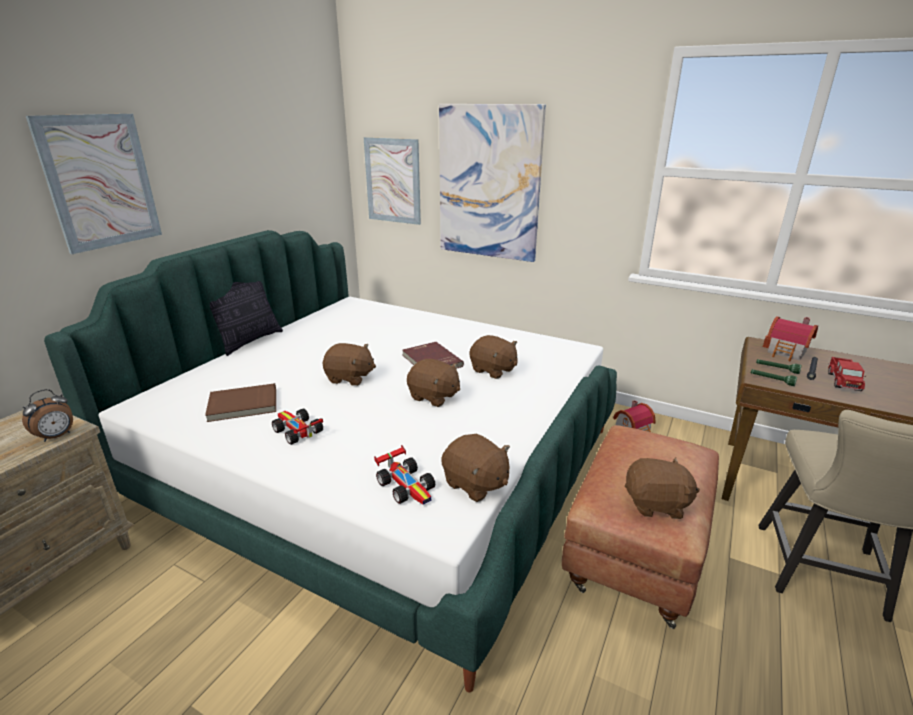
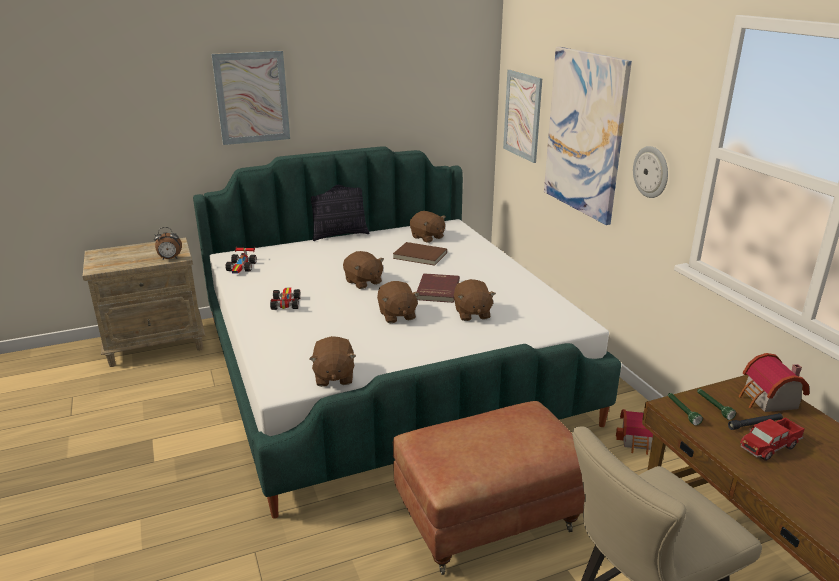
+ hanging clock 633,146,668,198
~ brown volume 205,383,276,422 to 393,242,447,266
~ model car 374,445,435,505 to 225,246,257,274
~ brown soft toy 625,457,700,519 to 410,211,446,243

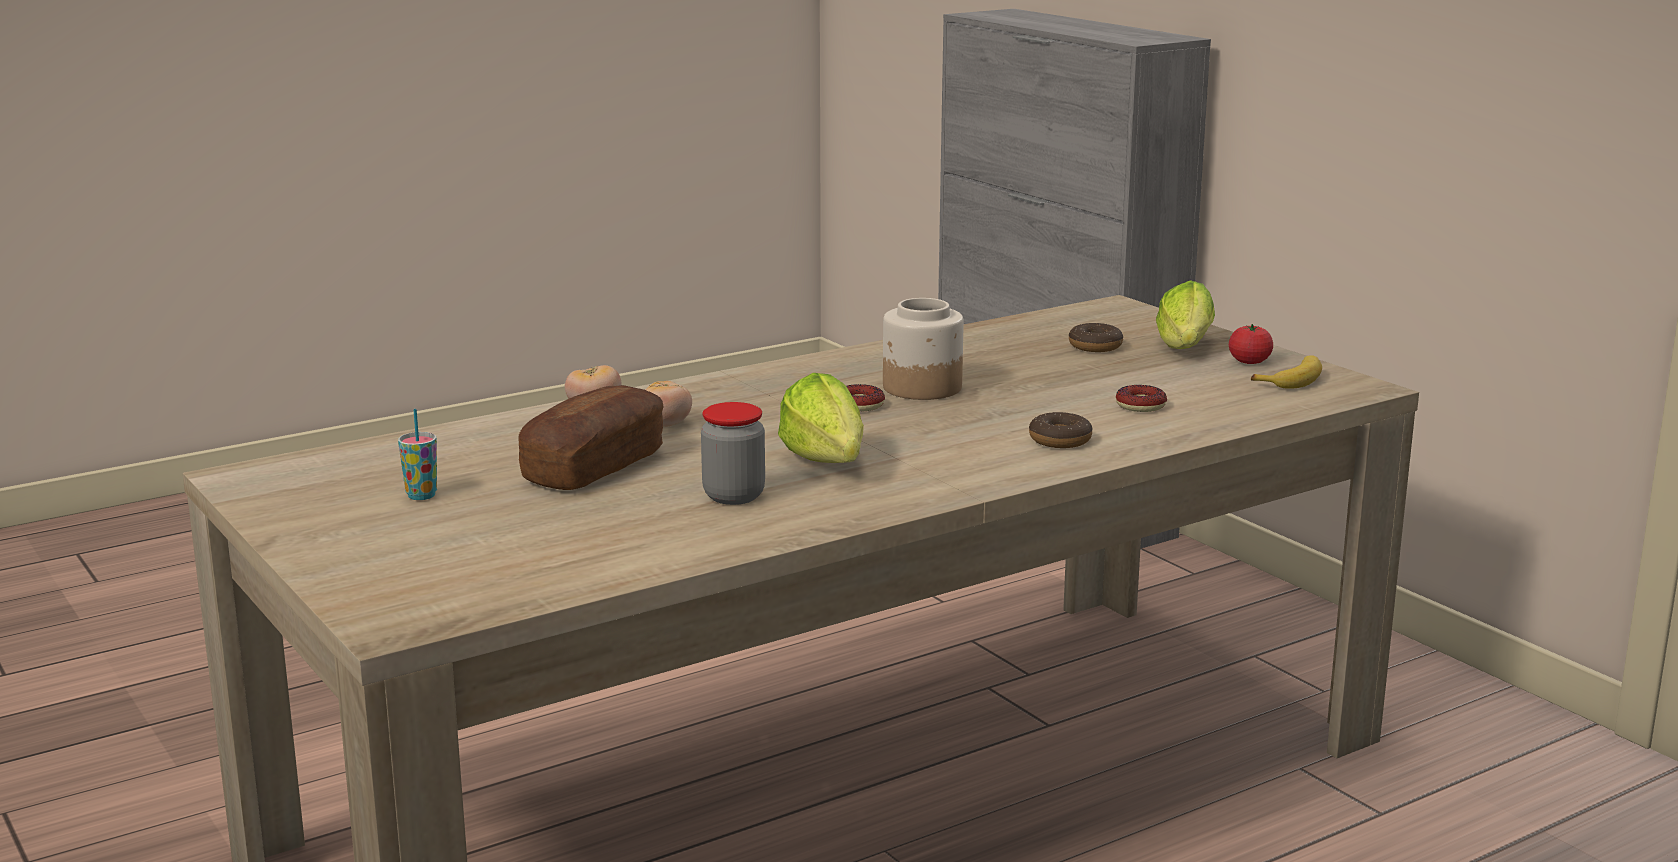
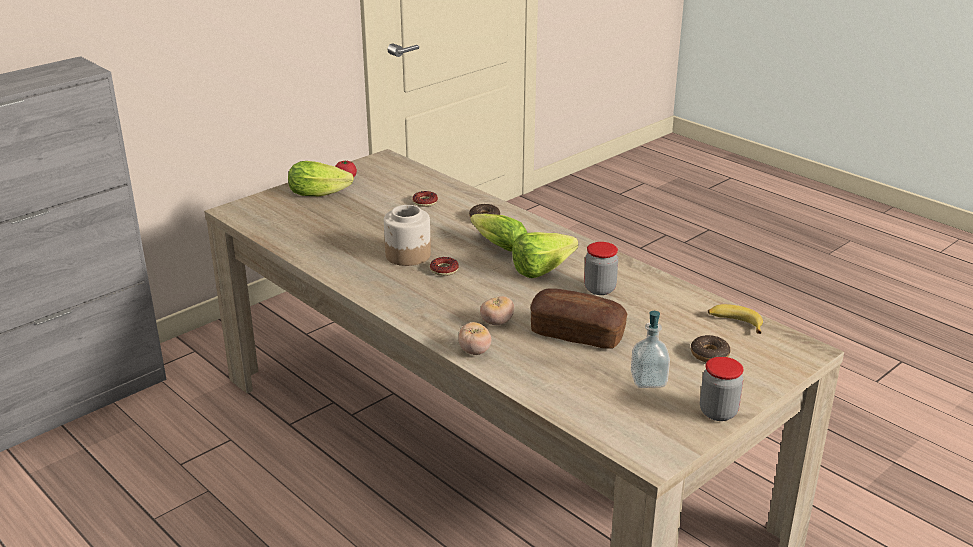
+ head of lettuce 470,214,527,251
+ preserve jar 700,357,743,421
~ donut 1069,323,1123,352 to 691,335,730,362
~ whole banana 1251,355,1322,389 to 708,304,763,334
~ cup 398,409,437,500 to soap bottle 631,311,670,388

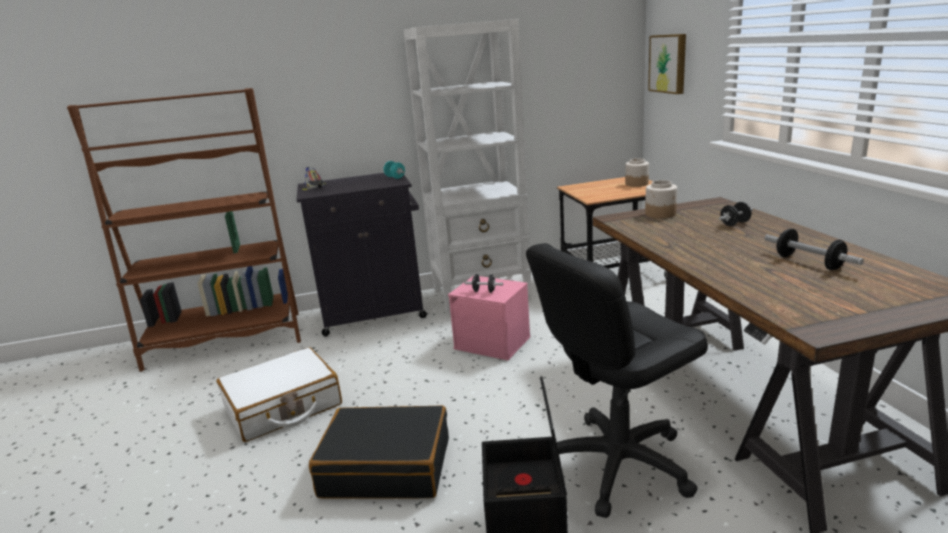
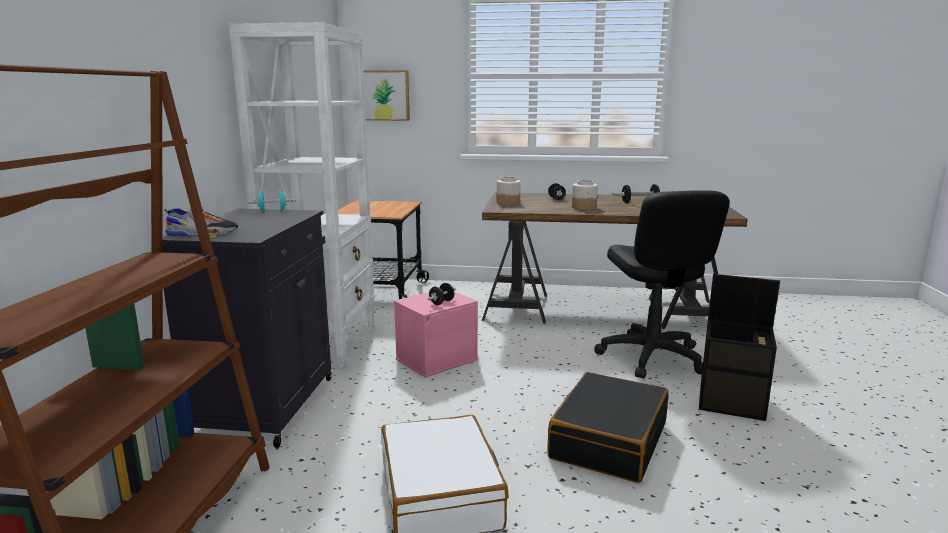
~ preserve jar 625,158,649,187 to 572,180,598,210

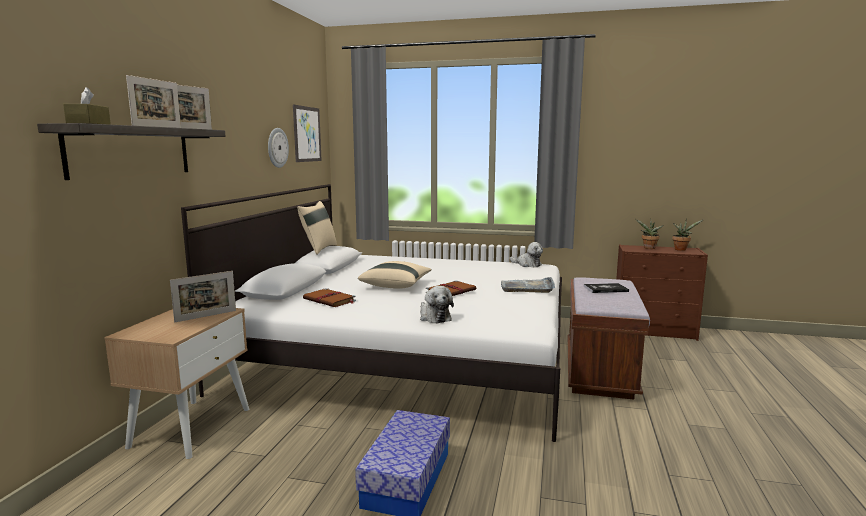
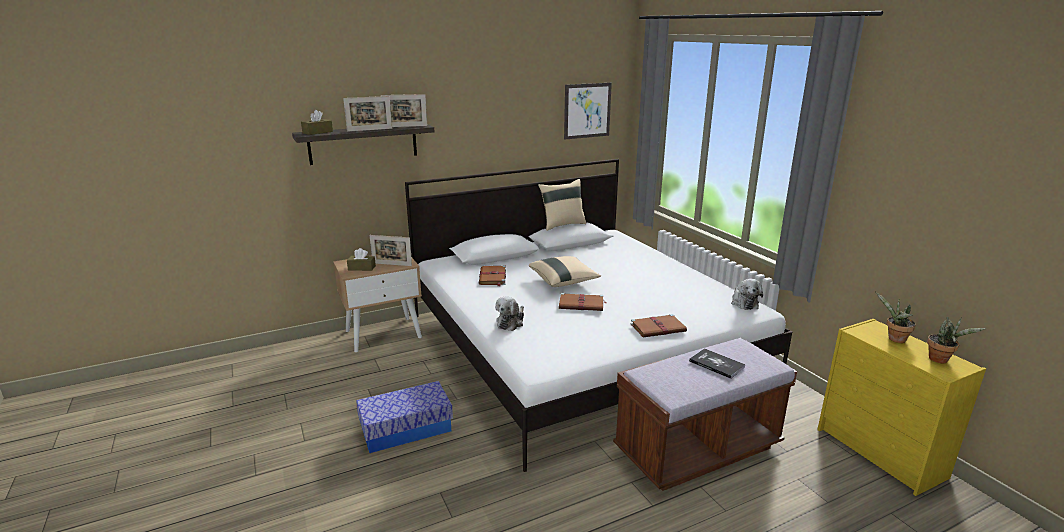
- hanging clock 268,128,289,168
+ brown box of tissues 347,248,376,271
~ gray carrying tray 501,277,555,293 to brown volume 631,314,687,337
~ brown drawer chest 616,245,708,341 to yellowish drawer chest 817,319,986,496

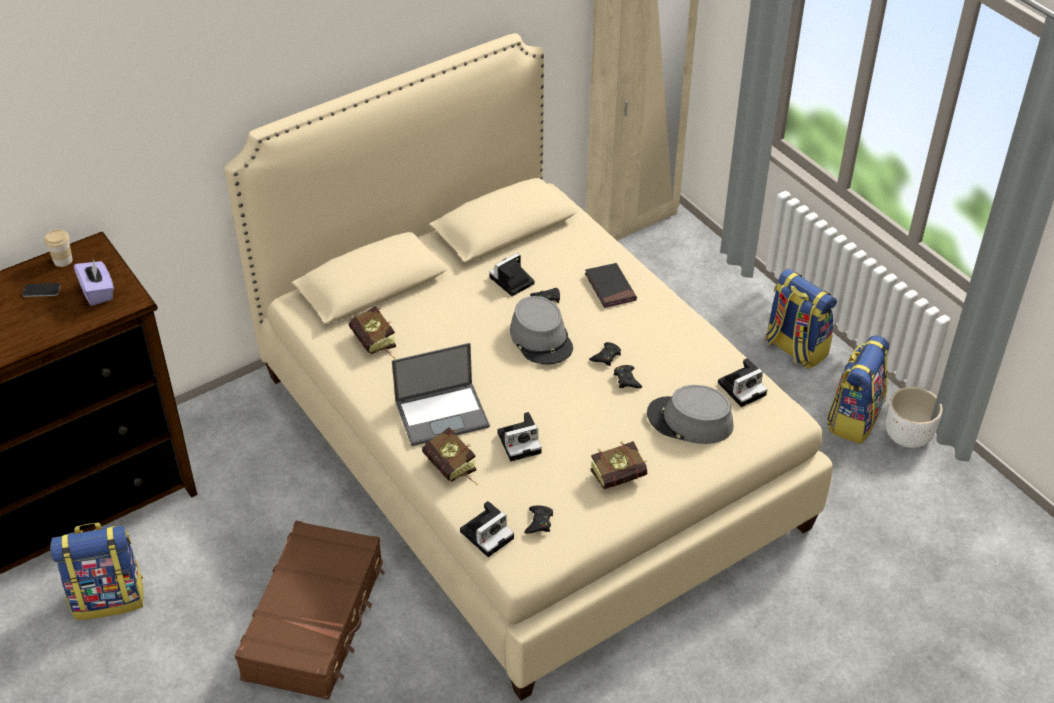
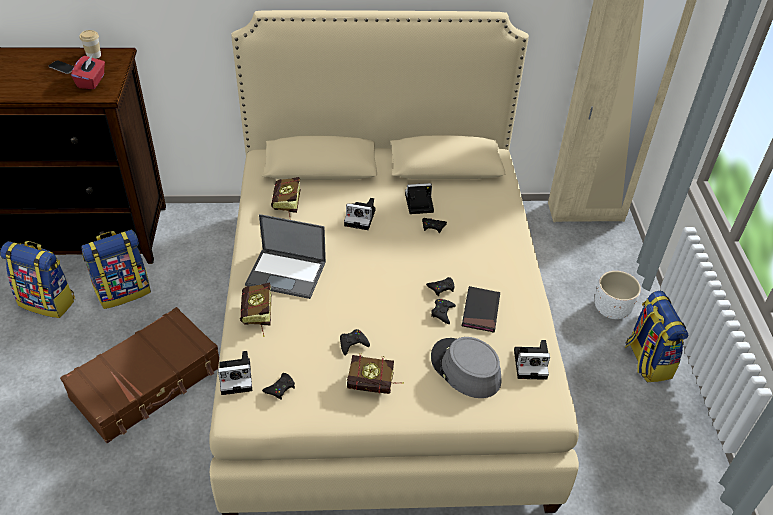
- gray hat 510,296,573,364
+ blackish gamepad 340,329,370,356
~ still camera 497,412,542,461 to 344,198,375,230
~ blackish volume 585,263,637,308 to 462,286,500,332
~ backpack 827,335,889,444 to 81,229,151,309
~ white plant pot 886,387,942,448 to 595,271,641,319
~ purple box of tissues 74,259,114,306 to red-coloured box of tissues 71,55,105,89

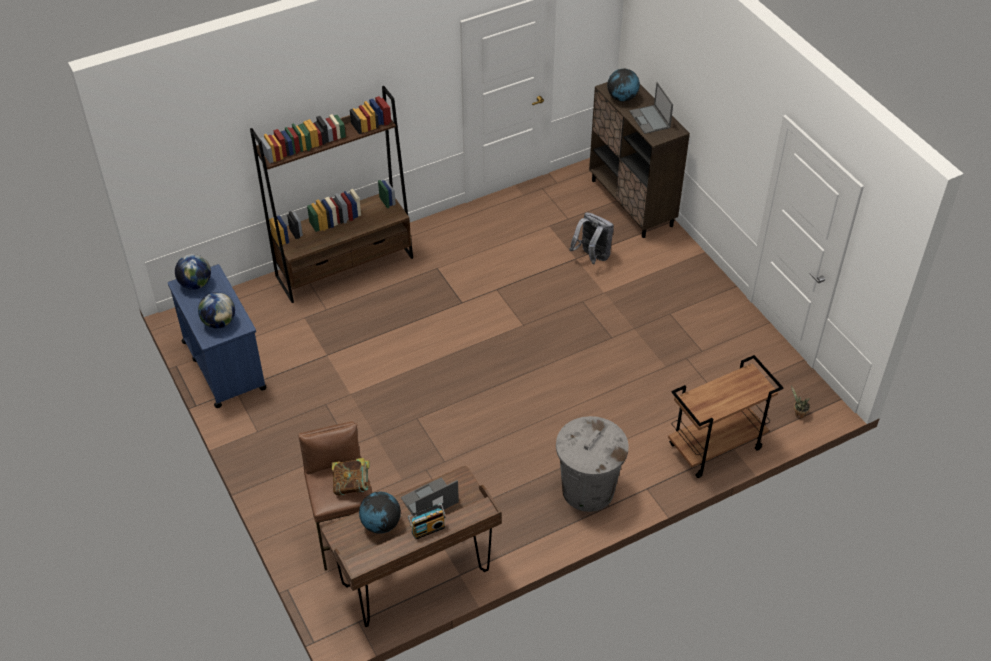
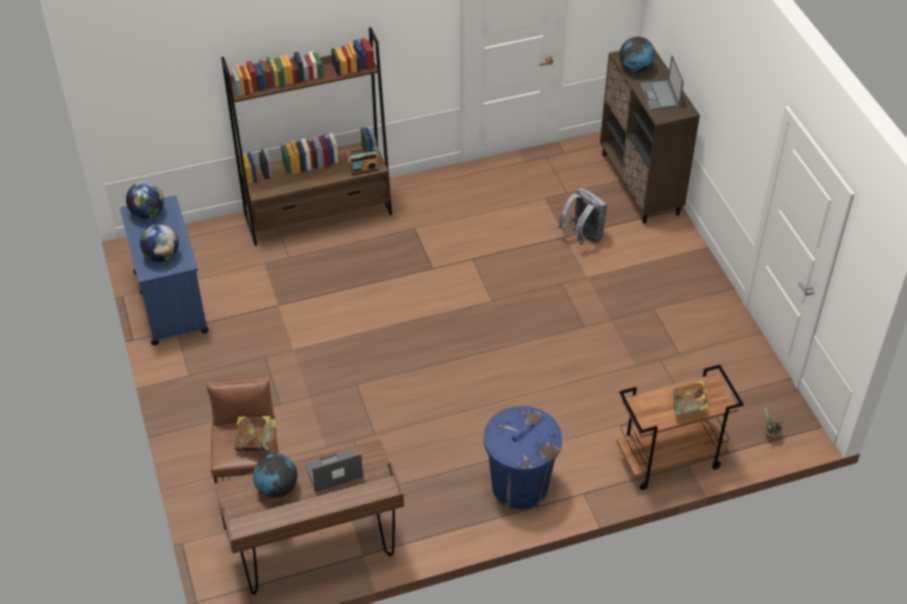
+ volume 673,380,709,415
~ radio set 408,503,445,540 to 347,147,379,175
~ gray rubbish bin 556,416,629,512 to blue rubbish bin 483,406,562,509

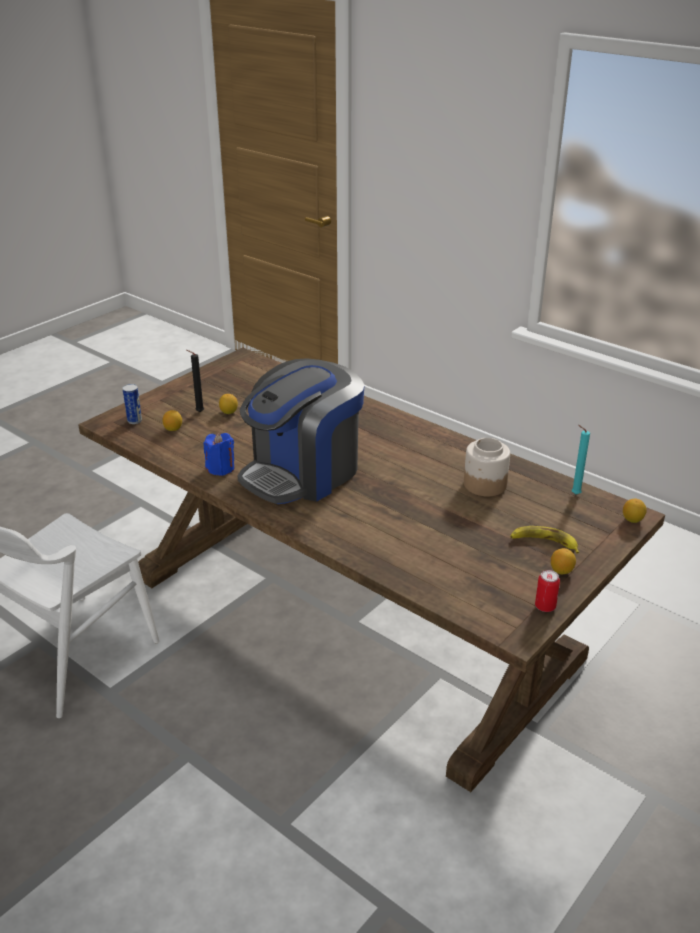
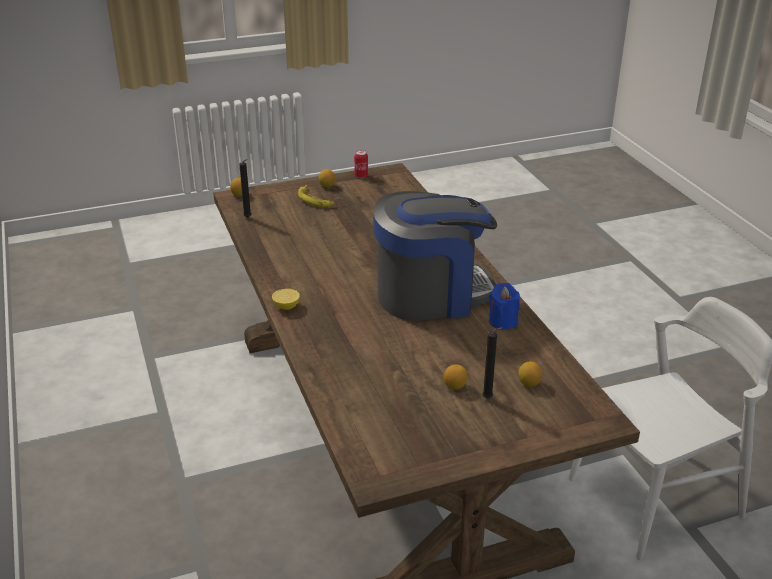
- can 122,384,142,424
- preserve jar 464,438,510,496
+ whole lemon 272,289,300,310
~ turquoise-coloured candle 572,425,590,494 to blackish candle 239,159,251,218

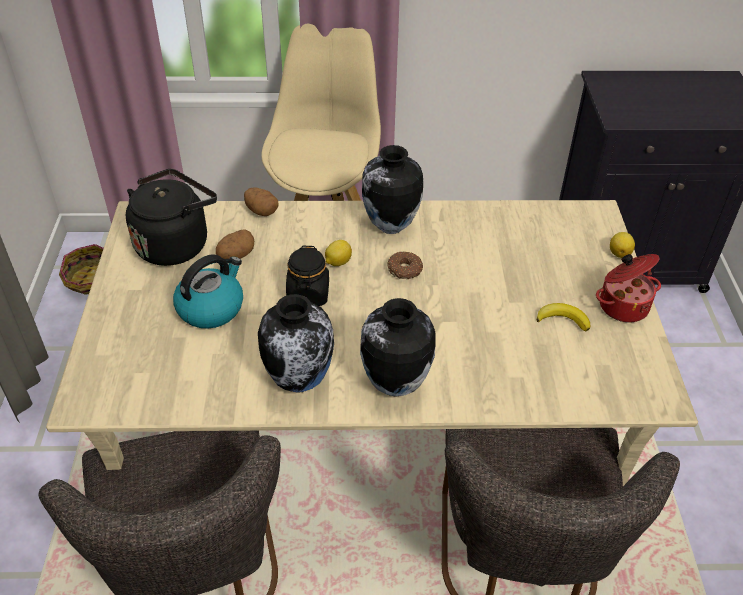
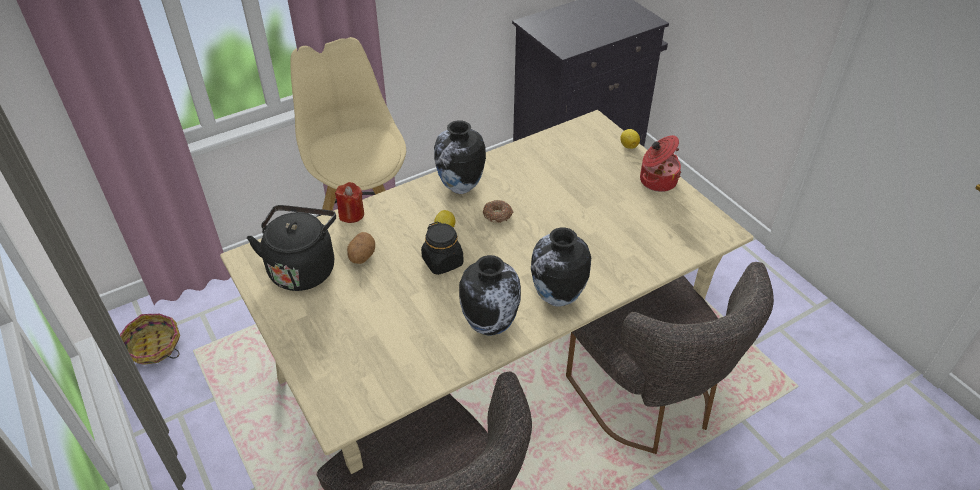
- kettle 173,254,243,329
- whole banana 537,303,590,331
~ spud 244,187,279,216 to red-coloured candle 335,182,364,223

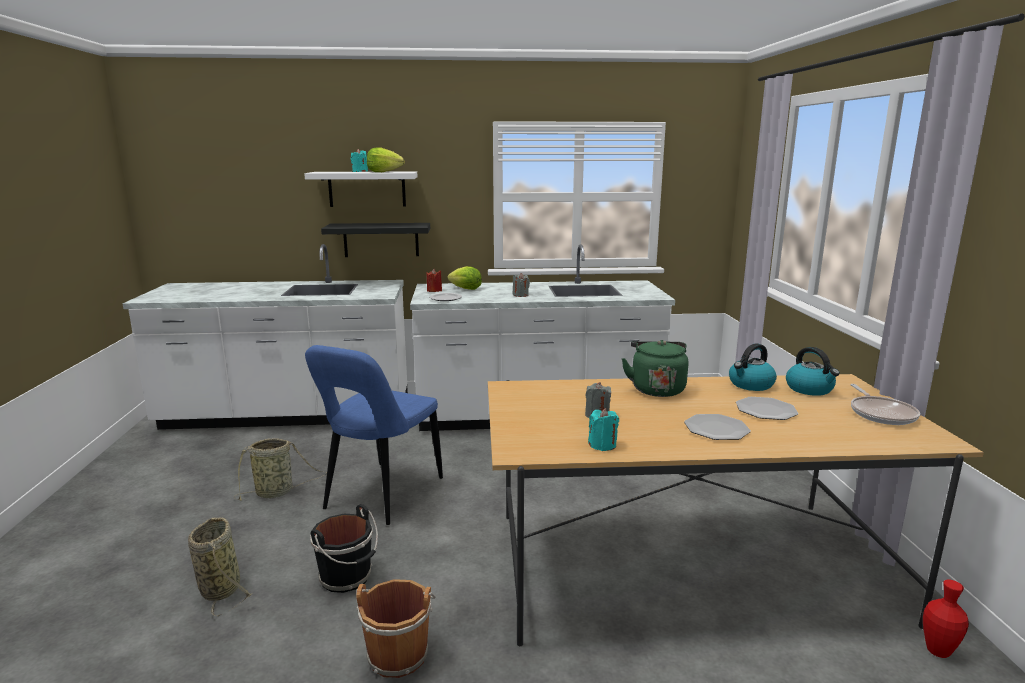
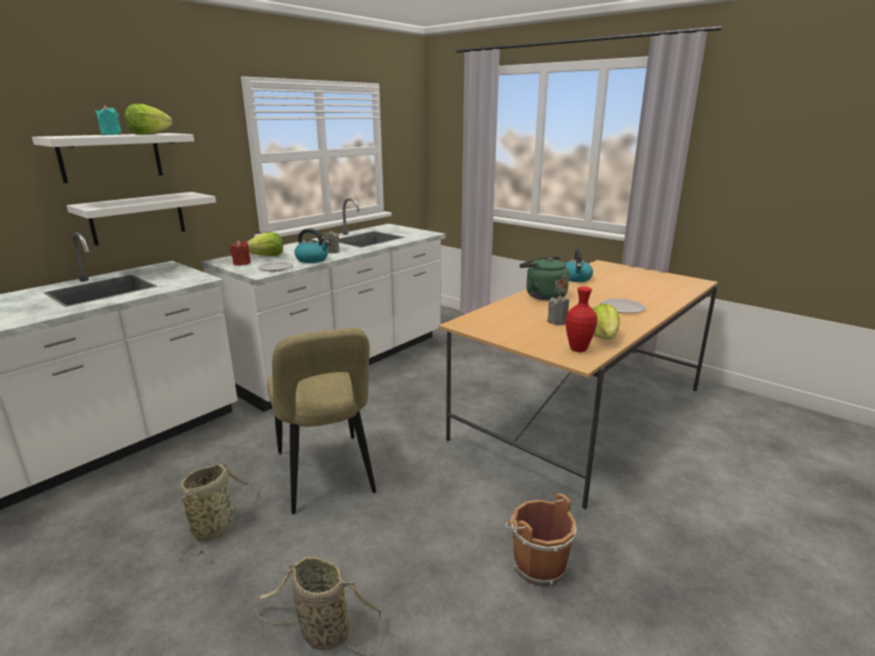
- blackish bucket 310,504,378,593
- dinner plate 736,397,799,420
- skillet 850,384,920,425
~ kettle 786,347,840,396 to 294,229,330,263
~ red-coloured vase 923,580,969,658 to 566,287,598,352
~ turquoise-coloured candle 588,408,619,451 to head of lettuce 593,304,620,339
~ blue upright chair 305,345,443,525 to beige upright chair 268,328,376,514
~ blackish wall shelf 321,223,430,257 to white wall shelf 67,192,216,246

